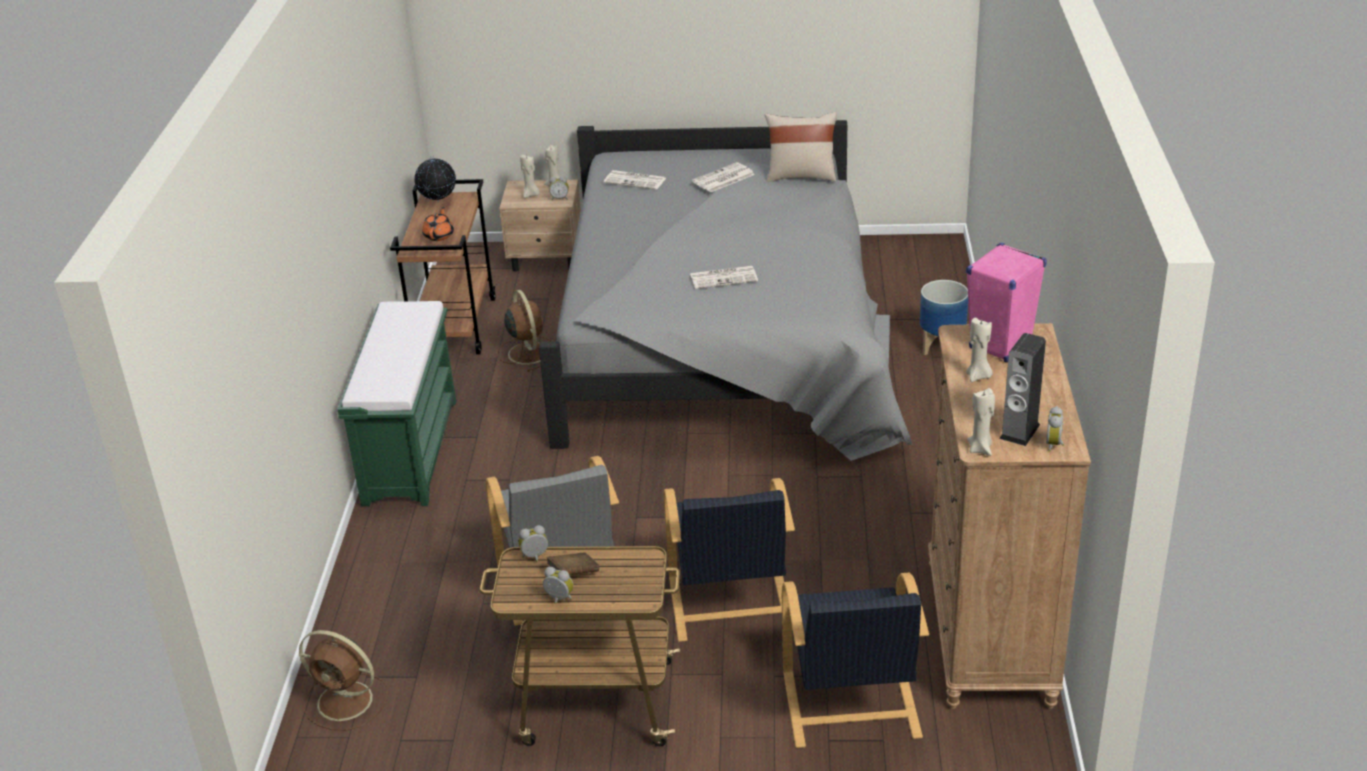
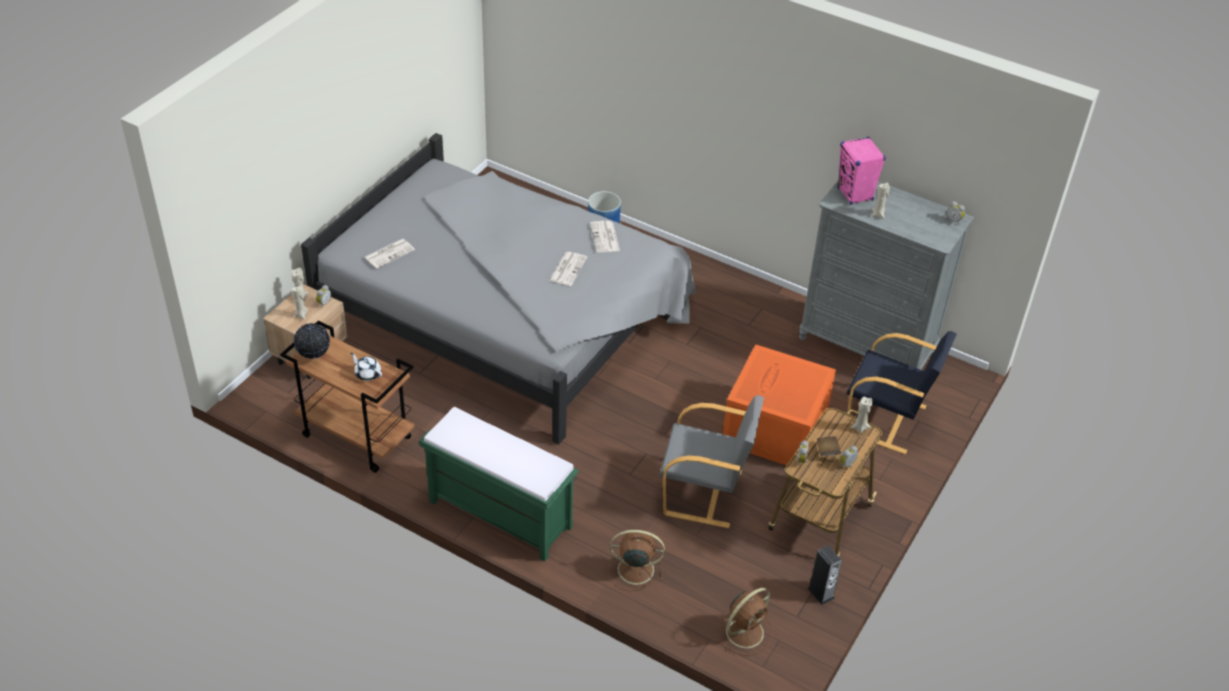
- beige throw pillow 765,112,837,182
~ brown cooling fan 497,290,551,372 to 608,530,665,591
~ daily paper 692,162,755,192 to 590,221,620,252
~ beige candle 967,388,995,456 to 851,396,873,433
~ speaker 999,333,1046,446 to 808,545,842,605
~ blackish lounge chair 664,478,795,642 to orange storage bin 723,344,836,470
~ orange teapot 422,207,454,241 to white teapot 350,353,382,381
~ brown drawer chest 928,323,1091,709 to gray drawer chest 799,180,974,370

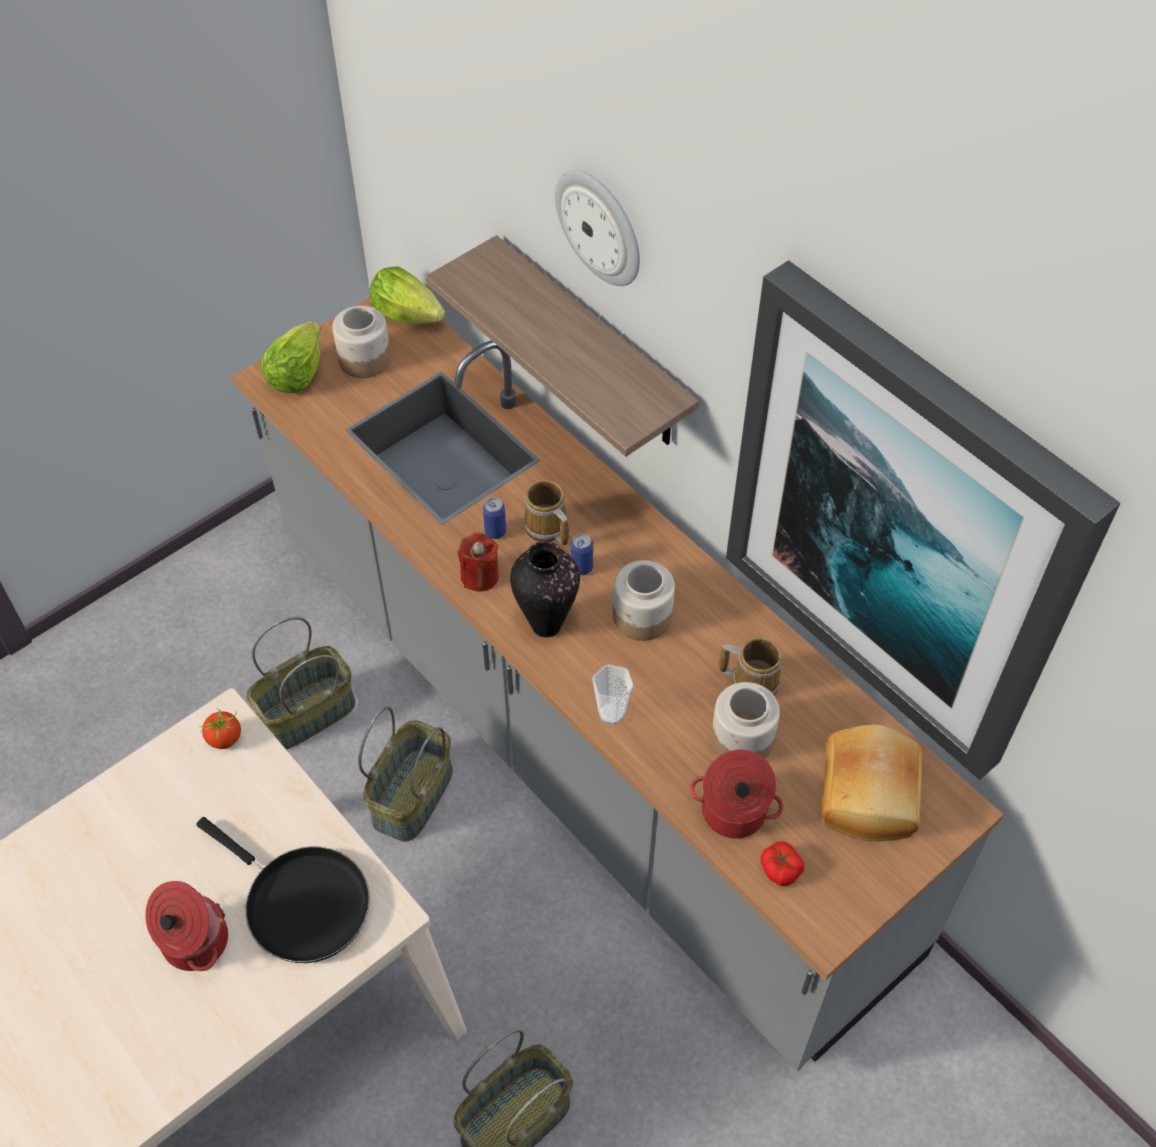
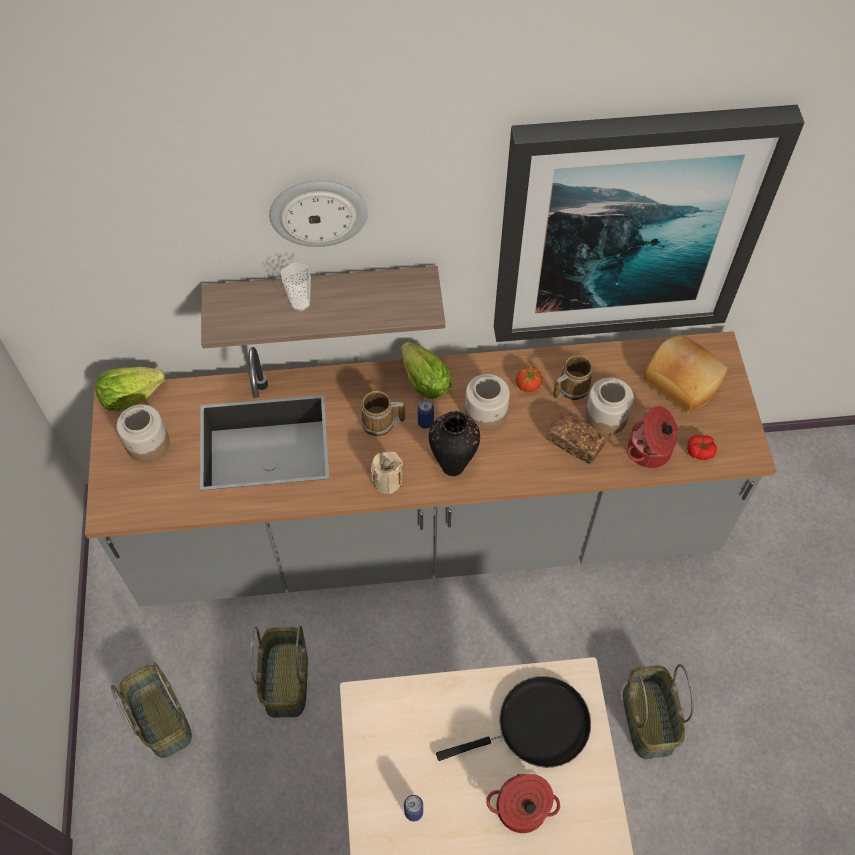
+ bakery bread 547,412,607,464
~ fresh tomato 199,707,241,749 to 516,361,542,392
~ head of lettuce 261,321,321,393 to 401,342,452,399
~ household basket 358,706,453,842 to 111,662,192,758
~ can 483,498,506,539 to 404,795,423,821
~ cup 592,665,633,725 to 281,262,311,311
~ red-coloured candle 458,532,499,591 to beige candle 371,452,403,494

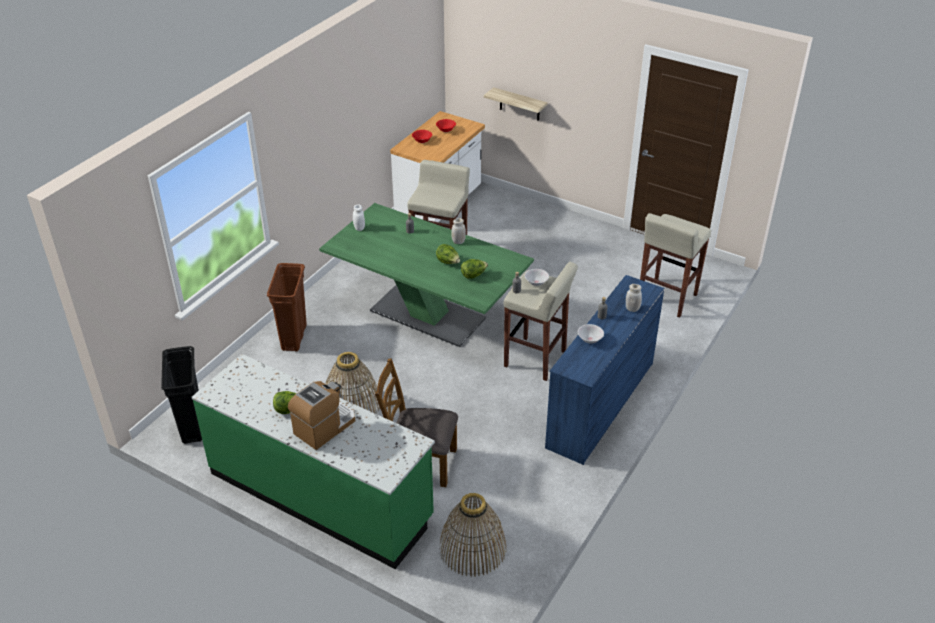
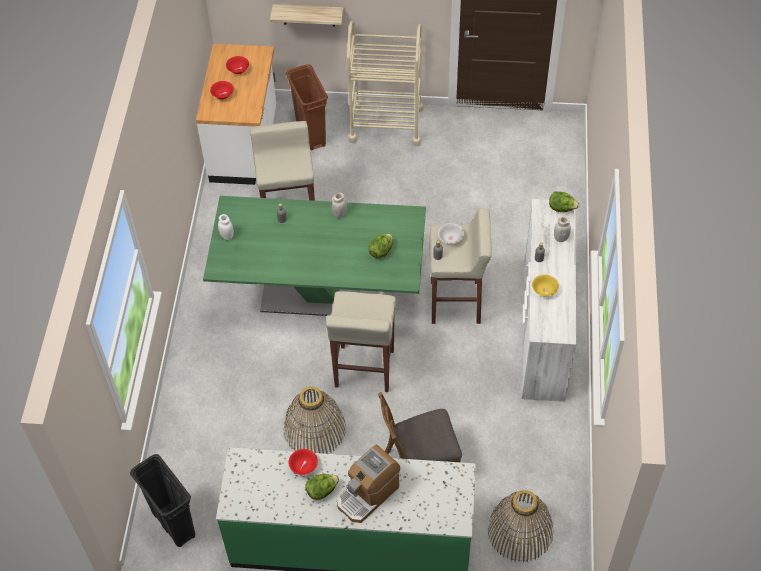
+ red-coloured bowl 289,449,318,475
+ beige cart 347,21,424,146
~ brown rubbish bin 267,263,307,351 to 286,64,328,150
~ head of lettuce 436,244,460,264 to 549,191,580,212
~ beige stool seat 640,213,711,318 to 326,291,396,392
~ blue drawer chest 545,275,665,465 to white drawer chest 522,199,576,402
~ white bowl 578,324,604,344 to yellowish bowl 532,274,559,296
~ coffee machine 288,381,355,450 = 337,444,400,523 150 degrees counterclockwise

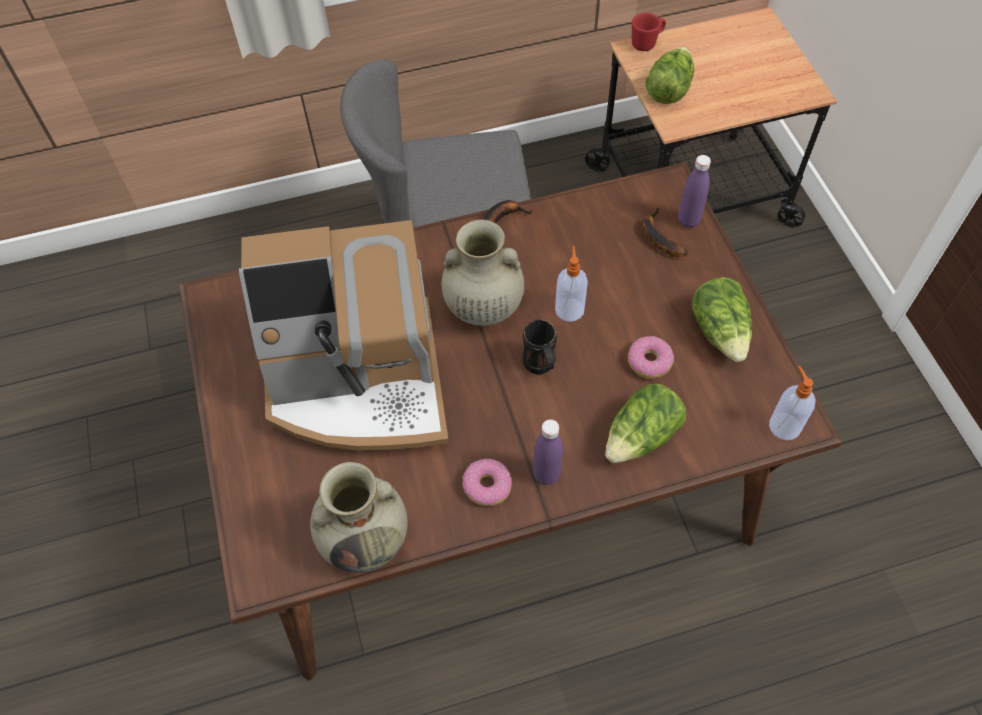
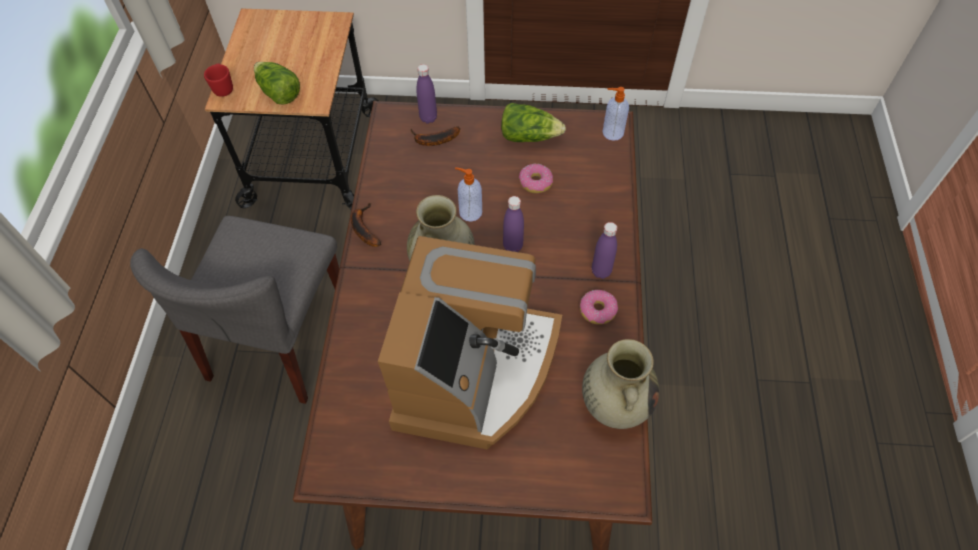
- head of lettuce 605,384,687,463
~ blackish mug 522,319,557,375 to purple bottle 503,196,524,252

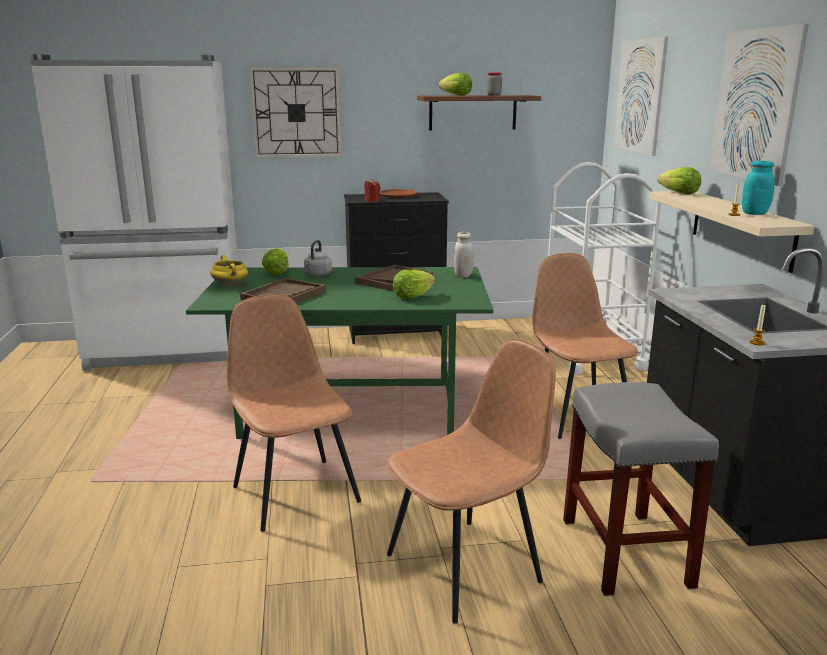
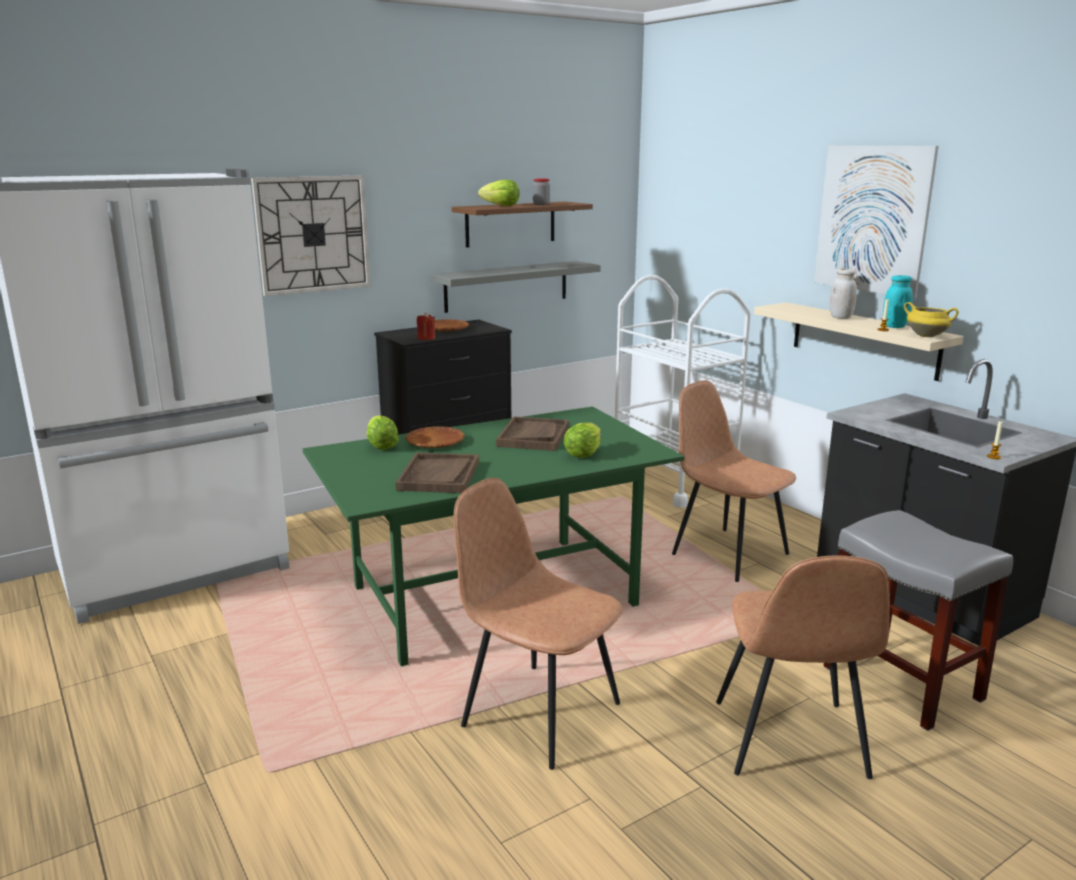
- picture 613,36,668,156
- head of lettuce 657,167,701,194
+ gray wall shelf 430,261,601,313
~ yellowish saucepot 210,255,248,287 to 904,302,959,337
~ white preserve jar 454,232,474,277 to 829,268,857,319
~ gray kettle 304,240,332,276 to brown dinner plate 405,426,465,448
~ brown upright chair 387,338,556,624 = 716,556,890,779 150 degrees clockwise

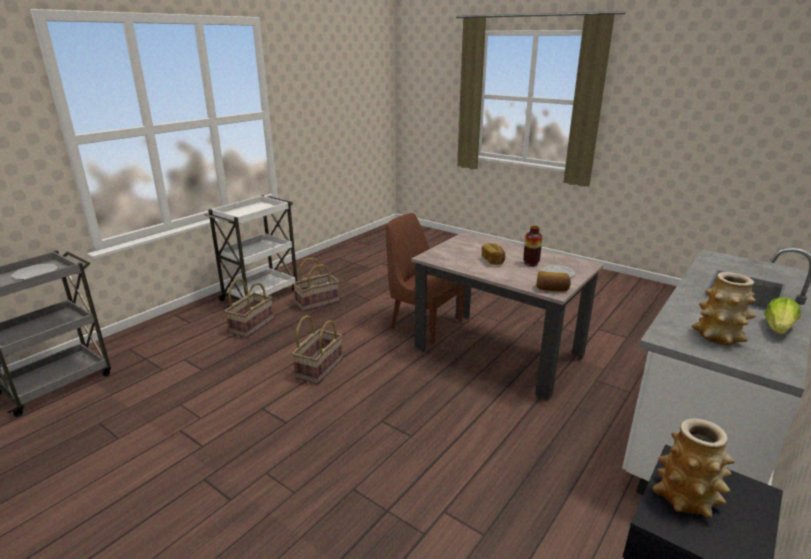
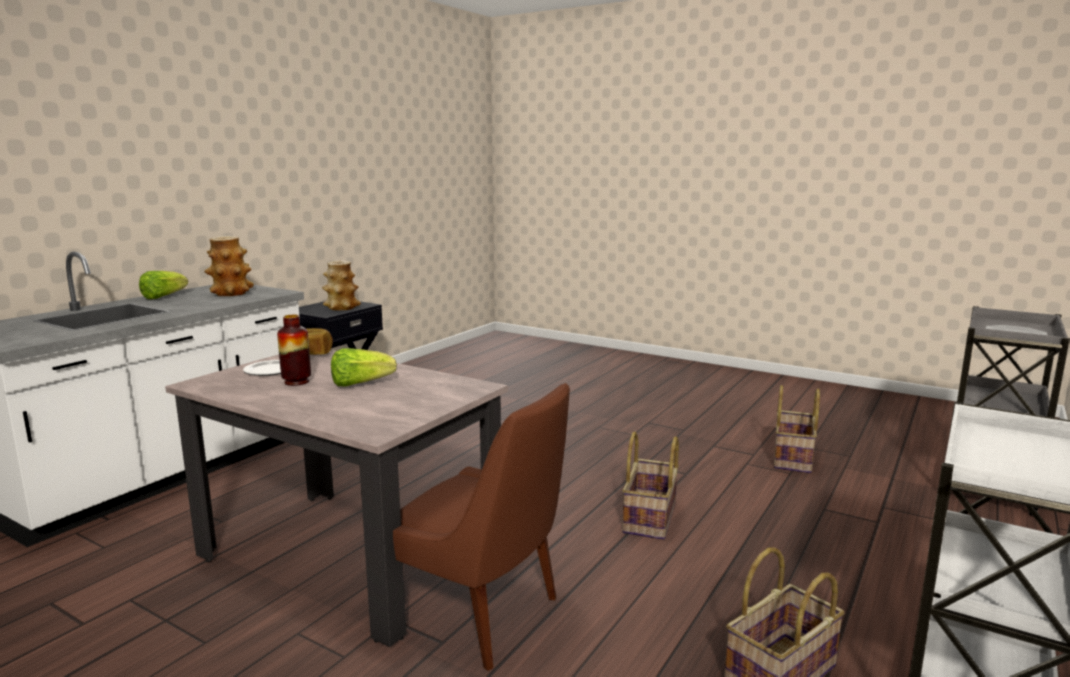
~ household basket 225,279,274,338 to 774,385,820,473
~ bakery bread 482,243,505,265 to head of lettuce 331,348,397,386

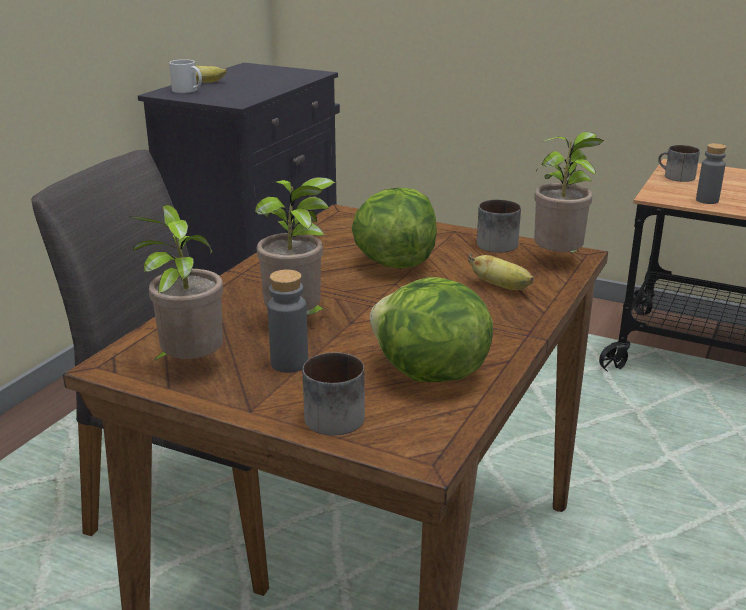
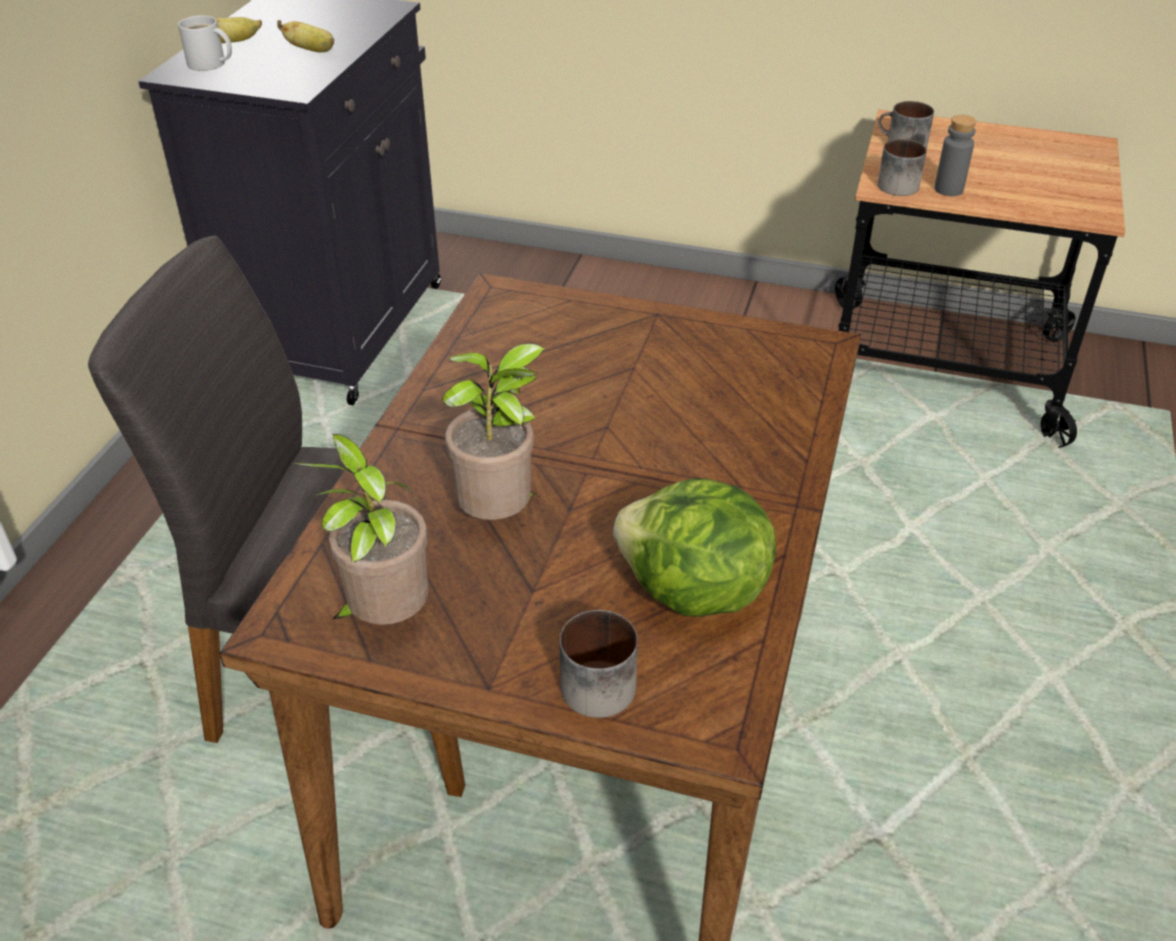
- gray bottle 268,270,308,373
- head of lettuce 352,187,437,268
- potted plant 534,132,604,253
~ whole banana 468,253,534,290 to 277,20,334,52
~ mug 477,199,521,253 to 877,139,927,196

